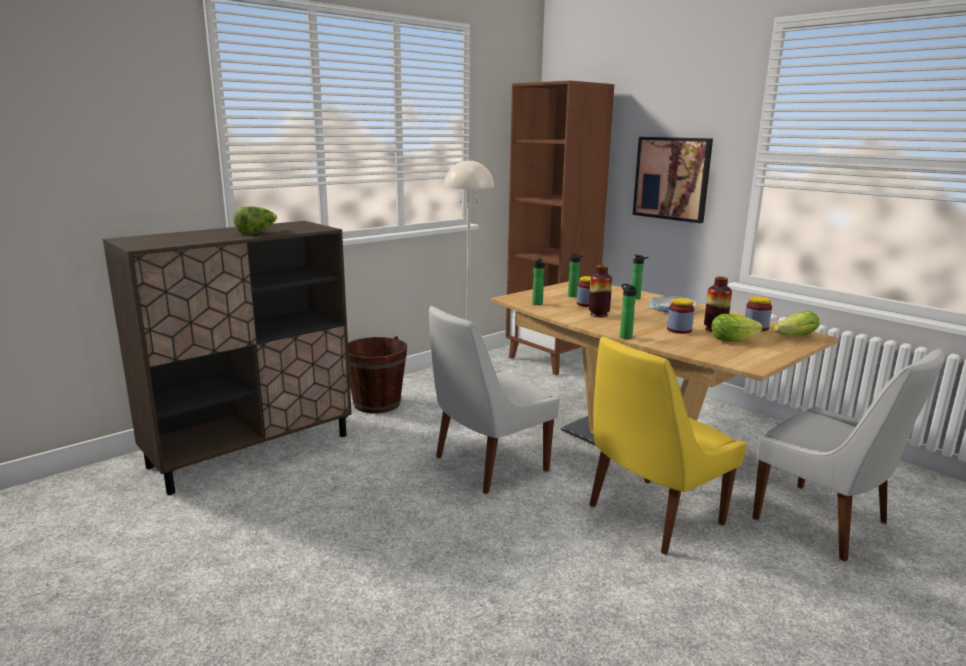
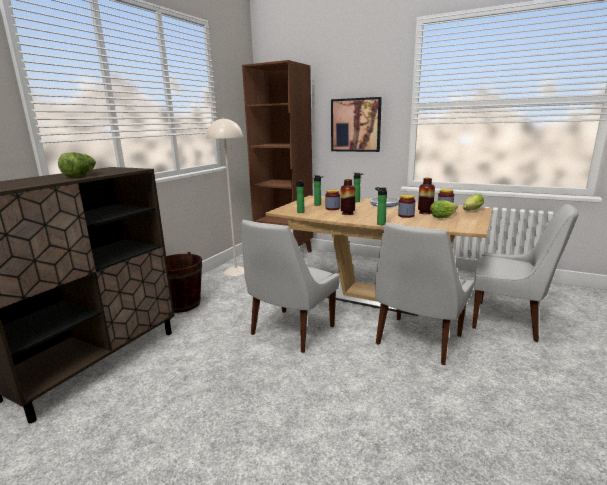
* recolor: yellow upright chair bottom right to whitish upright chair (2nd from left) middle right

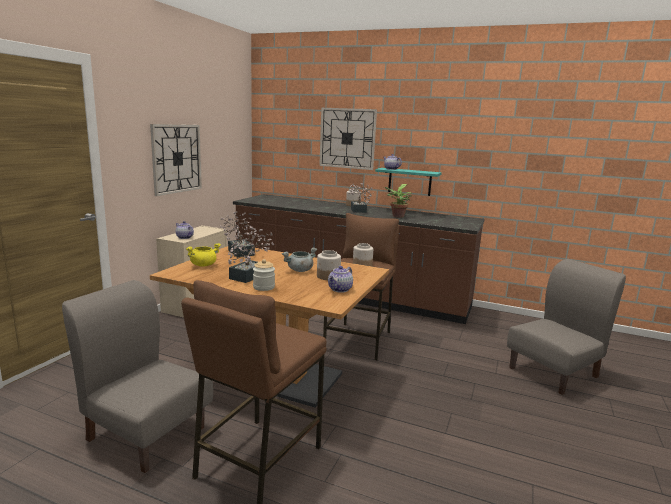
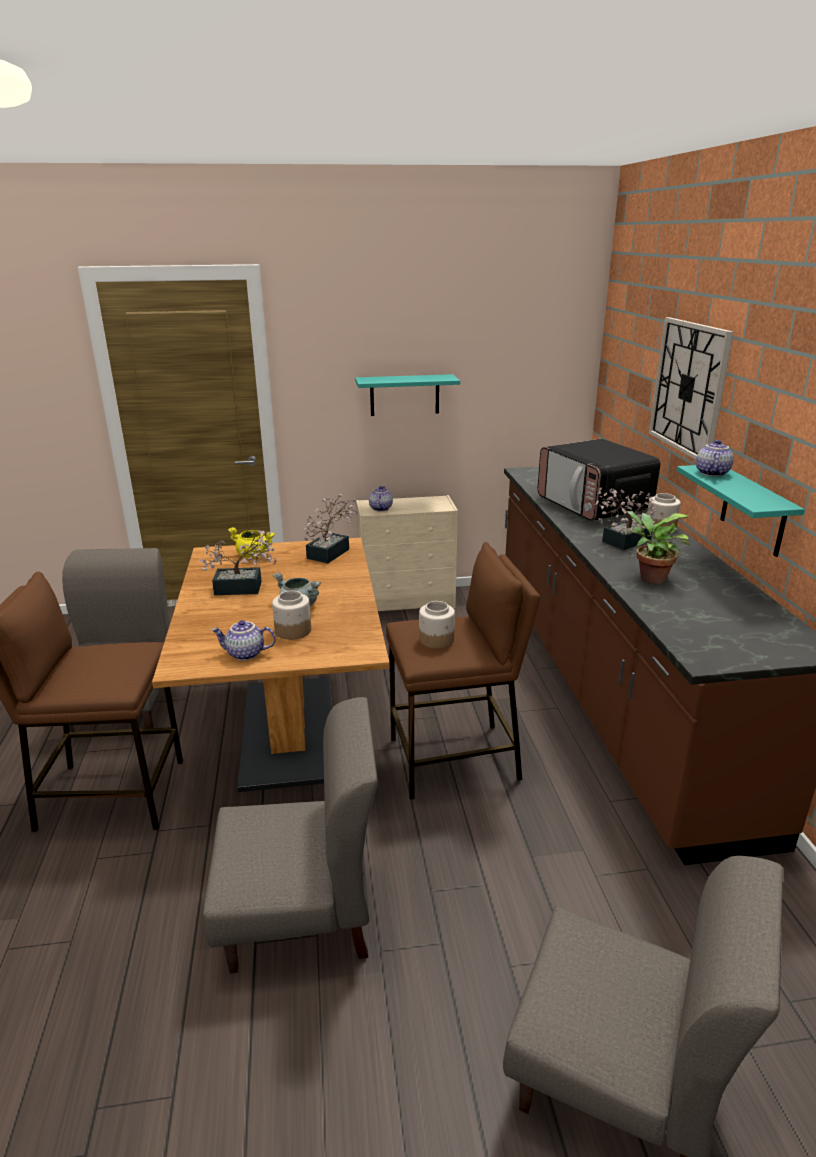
* insert: gray upright chair (2nd from left) bottom centre
* replace: wall clock (1st from left) top left to turquoise wall shelf (1st from left) centre
* insert: microwave middle right
* delete: storage jar (1st from left) centre

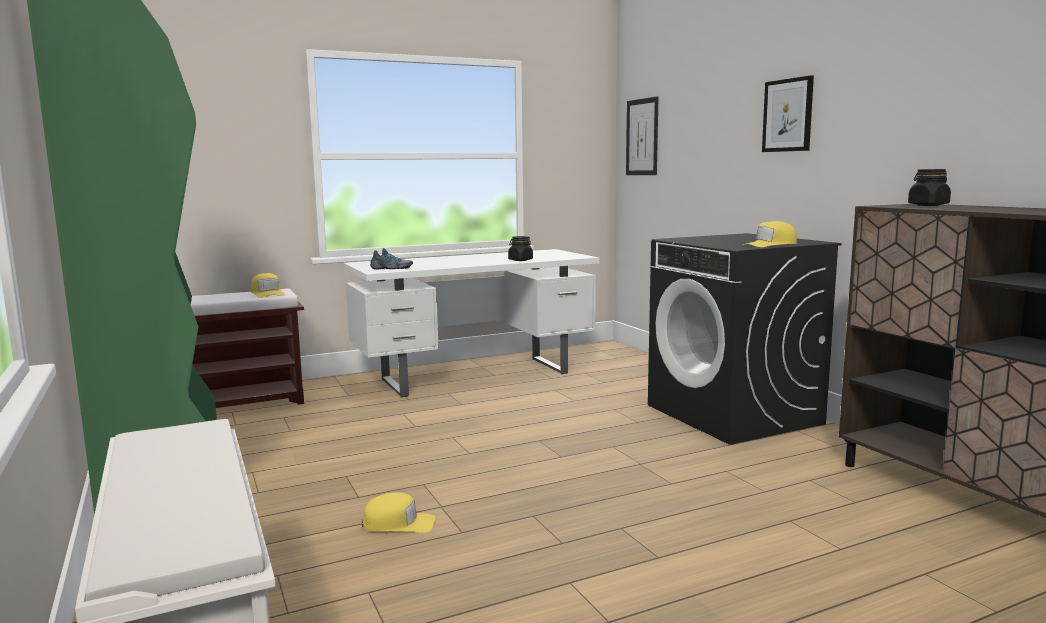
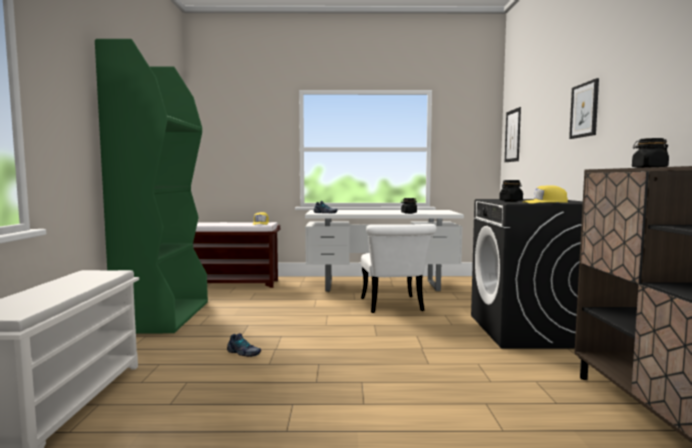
* replace: yellow peaked cap (2nd from left) bottom centre to shoe (1st from left) bottom centre
* insert: whitish upright chair centre
* insert: blackish storage jar (2nd from left) middle right

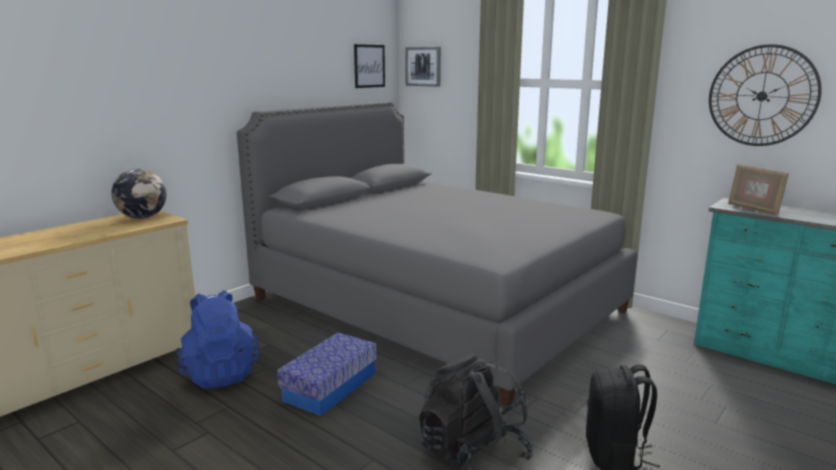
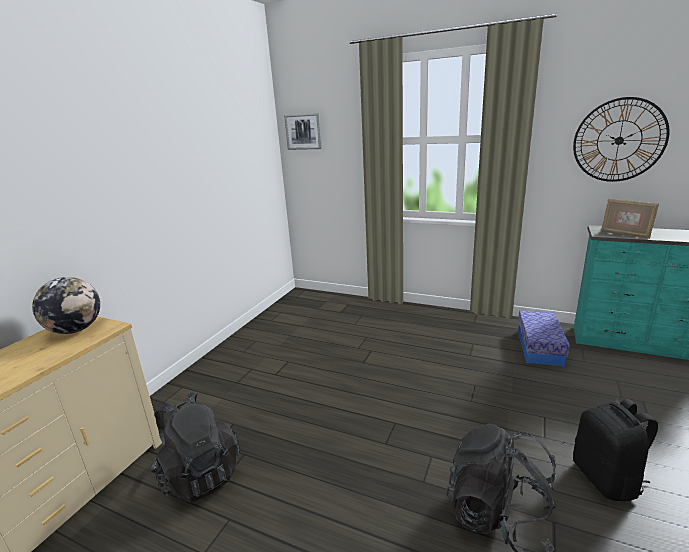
* recolor: blue knapsack bottom left to blackish knapsack (1st from left) bottom left
* move: storage container bottom centre to middle right
* delete: gray sleeping bed centre
* delete: wall picture (1st from left) top centre

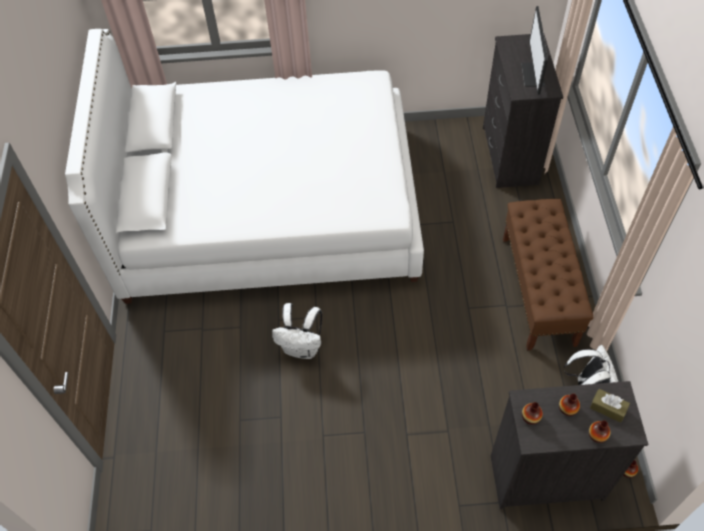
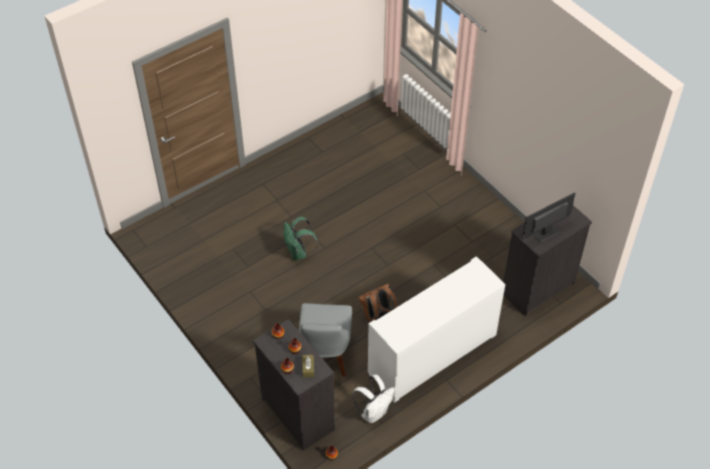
* recolor: whitish knapsack (1st from left) centre to greenish knapsack centre
* insert: gray upright chair bottom centre
* insert: brown-coloured knapsack centre
* replace: brown-coloured indoor bench middle right to whitish cabinet bottom centre
* delete: whitish sleeping bed top centre

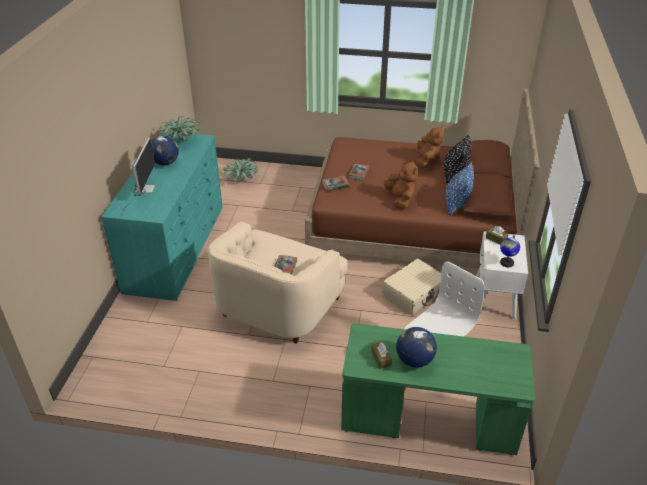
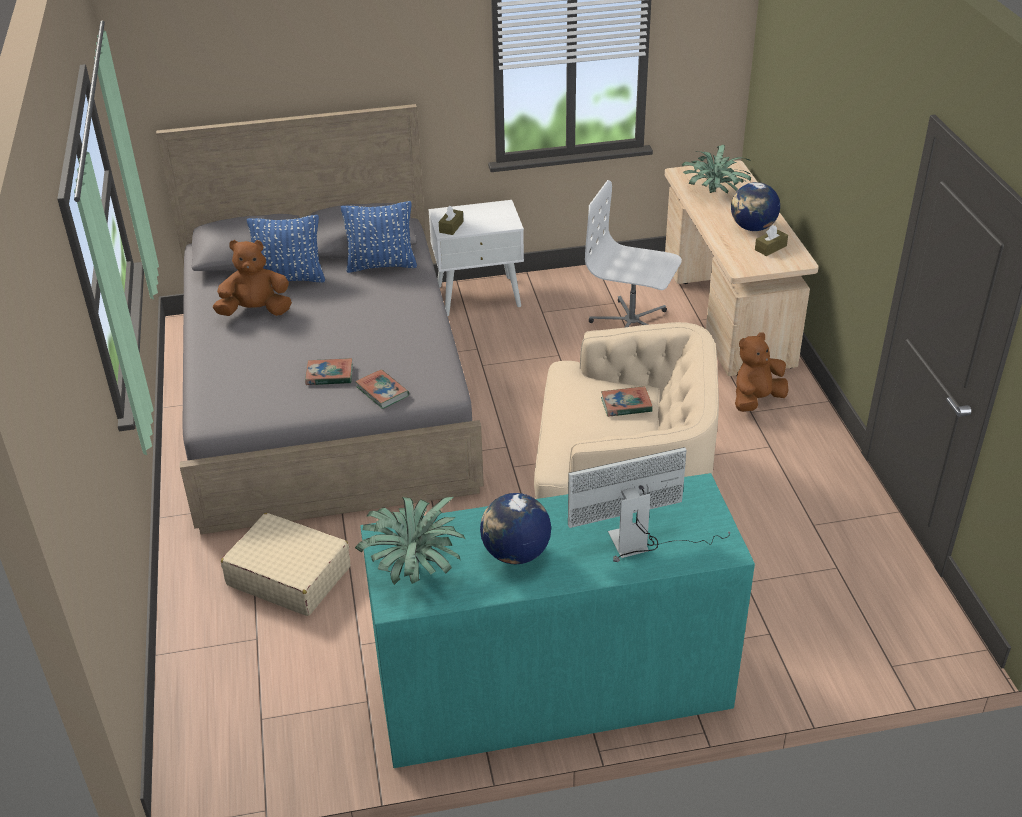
* recolor: brown-coloured sleeping bed centre to gray sleeping bed middle left
* move: beige piece of luggage centre to bottom left
* recolor: blackish throw pillow top right to blue throw pillow (1st from left) top left
* recolor: greenish desk table bottom right to beige desk table top right
* move: houseplant (2nd from left) centre to top right
* move: brown-coloured cuddly toy (1st from left in the first image) centre to brown-coloured cuddly toy (2nd from left) middle right
* delete: globe (3rd from left) middle right

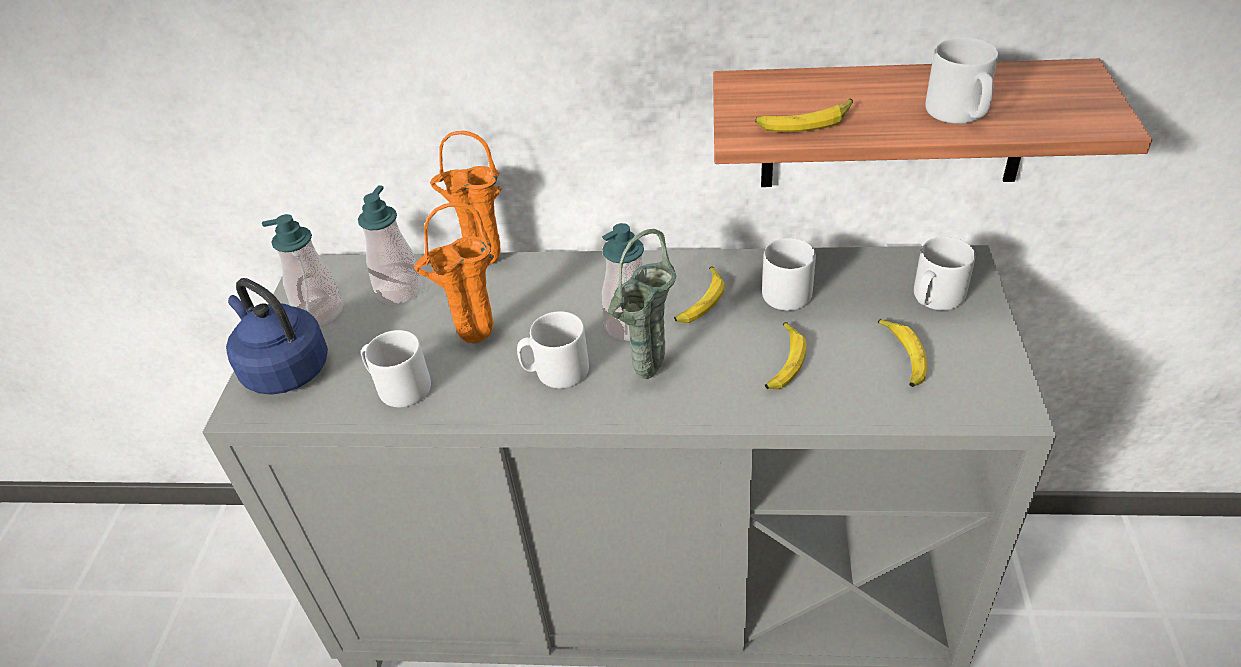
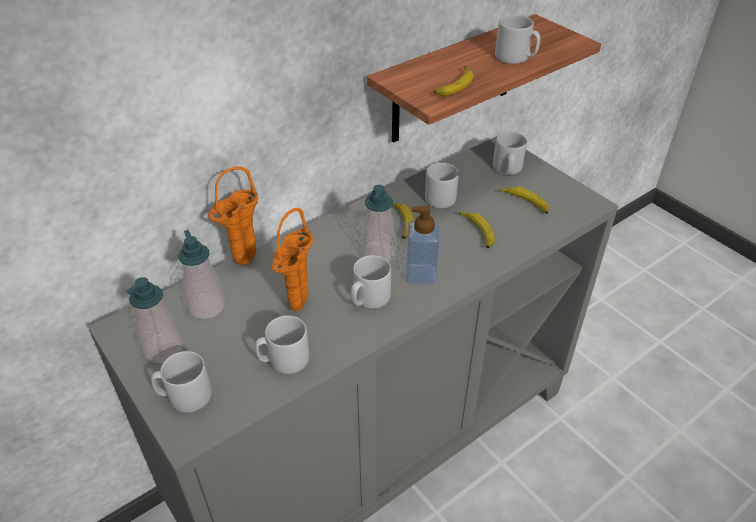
* replace: blue kettle middle left to gray mug (1st from left) bottom left
* replace: greenish flower vase centre to soap dispenser (4th from left) centre

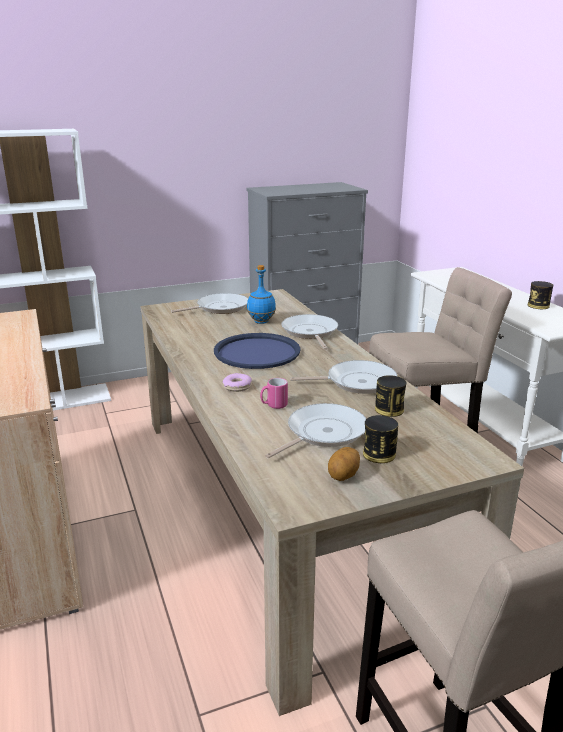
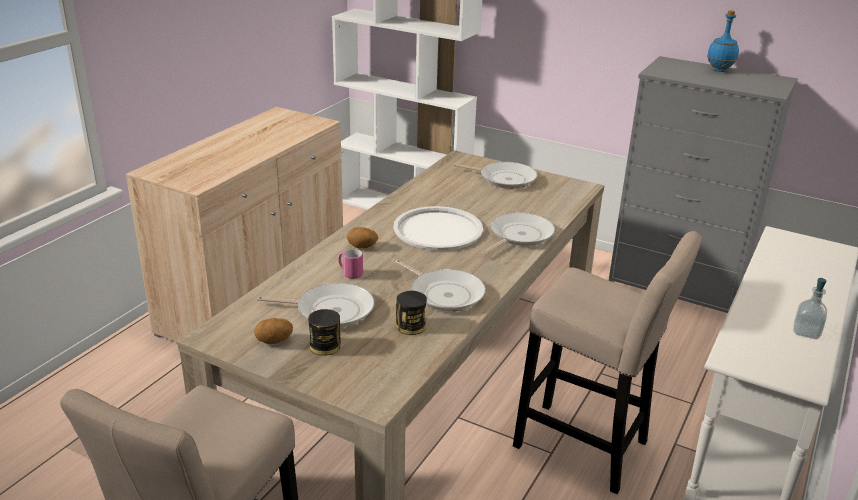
* replace: doughnut centre to spud (2nd from left) centre
* recolor: blue serving tray centre to whitish serving tray centre
* move: blue bottle centre to top right
* replace: metal can (3rd from left) middle right to soap dispenser middle right

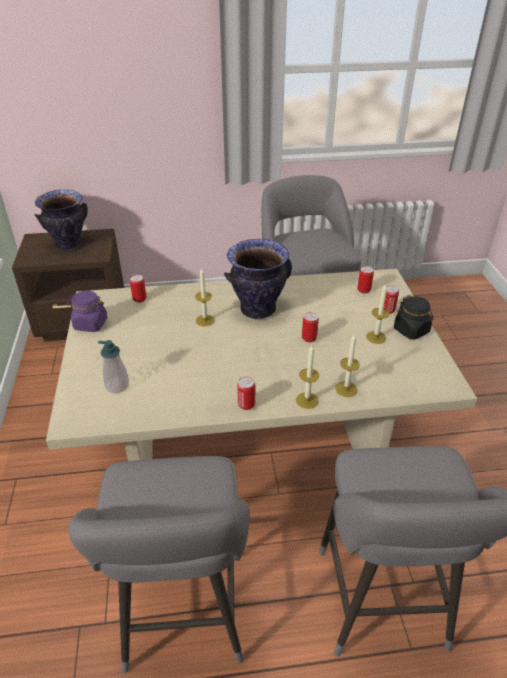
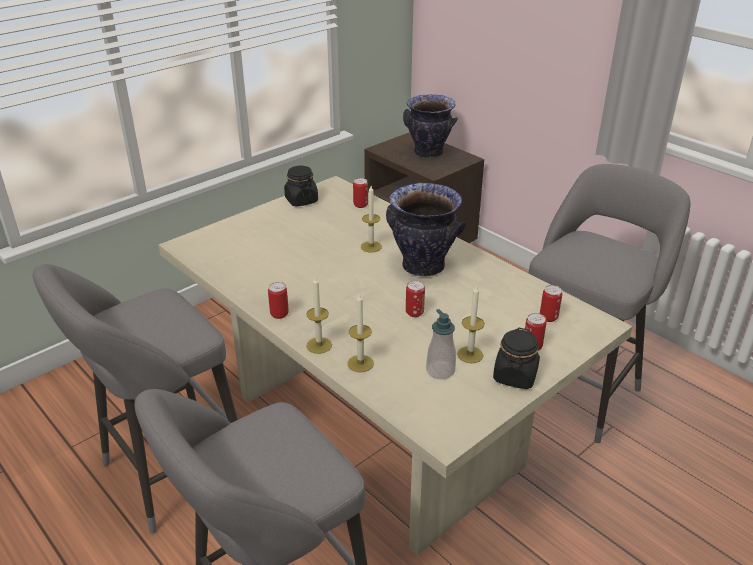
* recolor: purplish storage jar middle left to blackish storage jar (1st from left) top centre
* move: soap dispenser middle left to centre

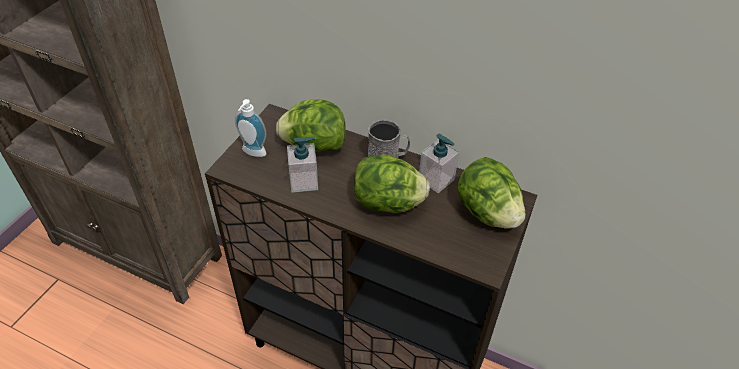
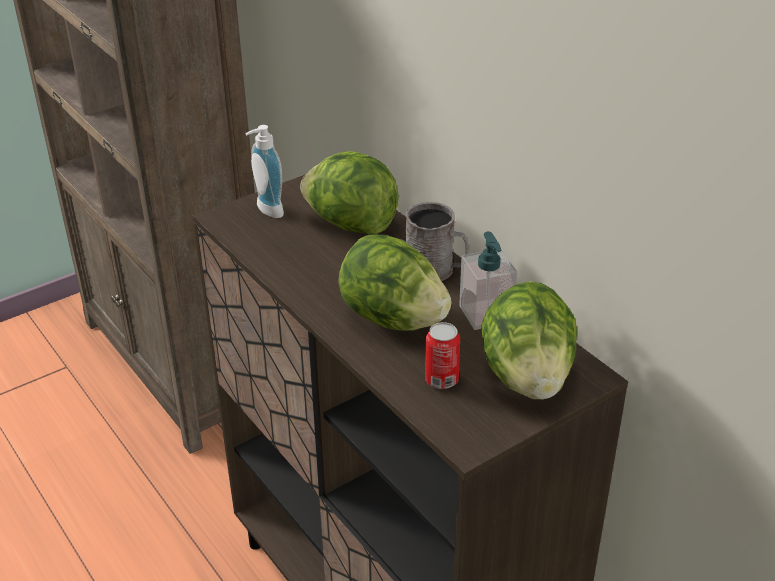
* insert: metal can centre
* delete: soap dispenser (2nd from left) centre

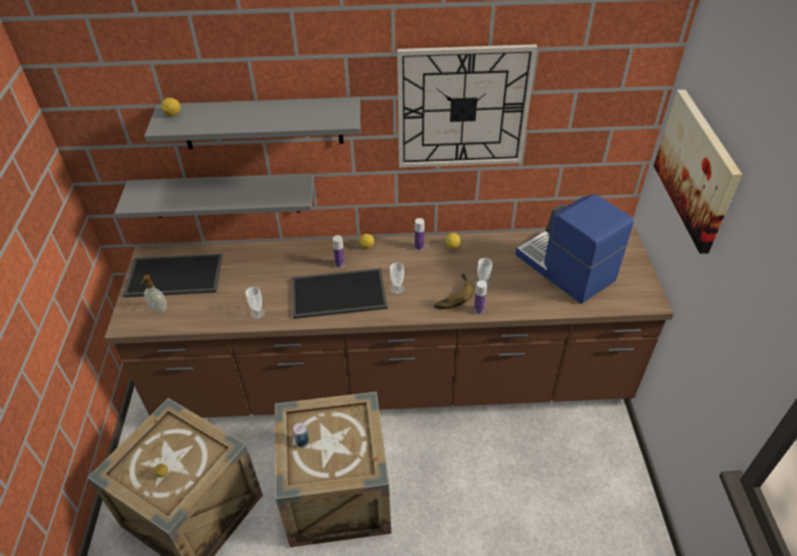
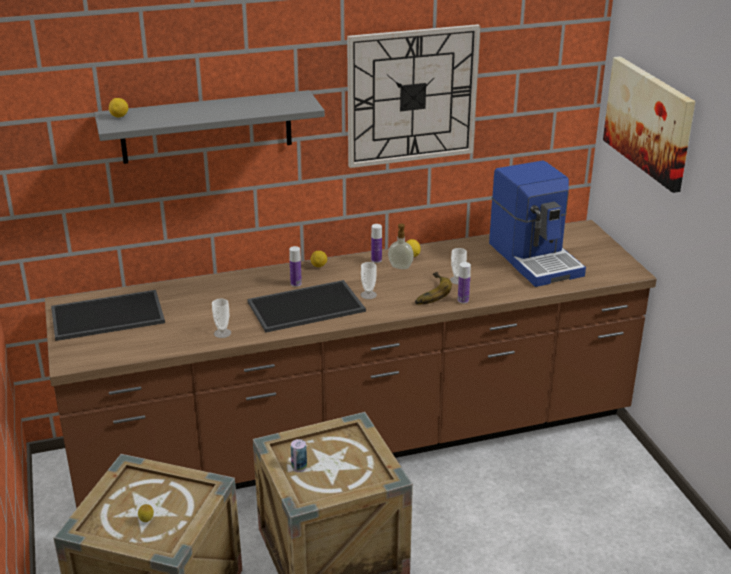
* move: soap dispenser middle left to centre
* rotate: coffee machine middle right = middle right 150 degrees counterclockwise
* delete: gray wall shelf (1st from left) middle left

